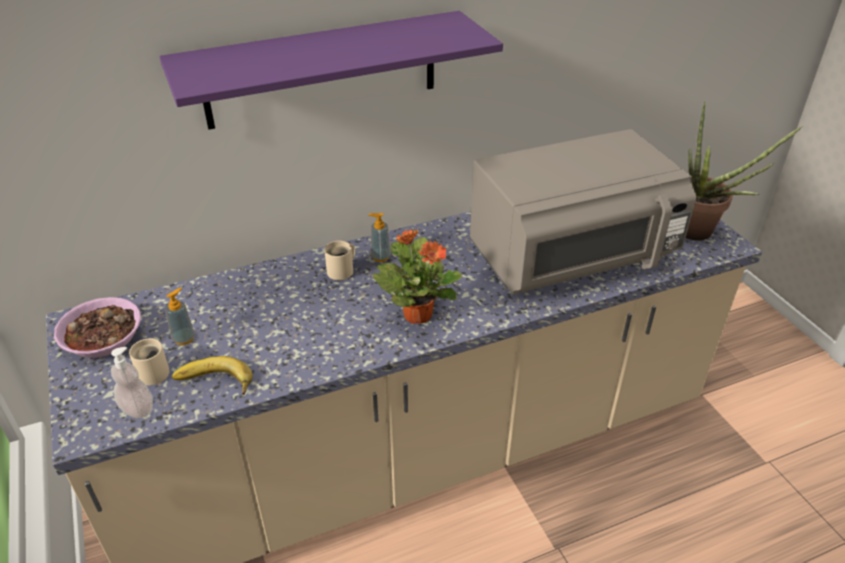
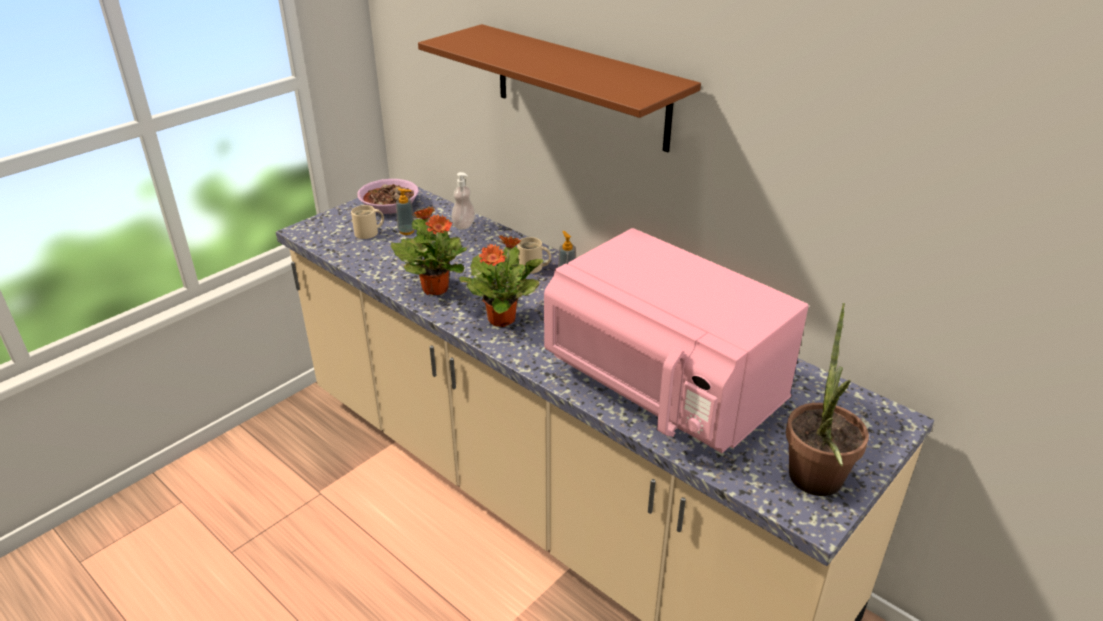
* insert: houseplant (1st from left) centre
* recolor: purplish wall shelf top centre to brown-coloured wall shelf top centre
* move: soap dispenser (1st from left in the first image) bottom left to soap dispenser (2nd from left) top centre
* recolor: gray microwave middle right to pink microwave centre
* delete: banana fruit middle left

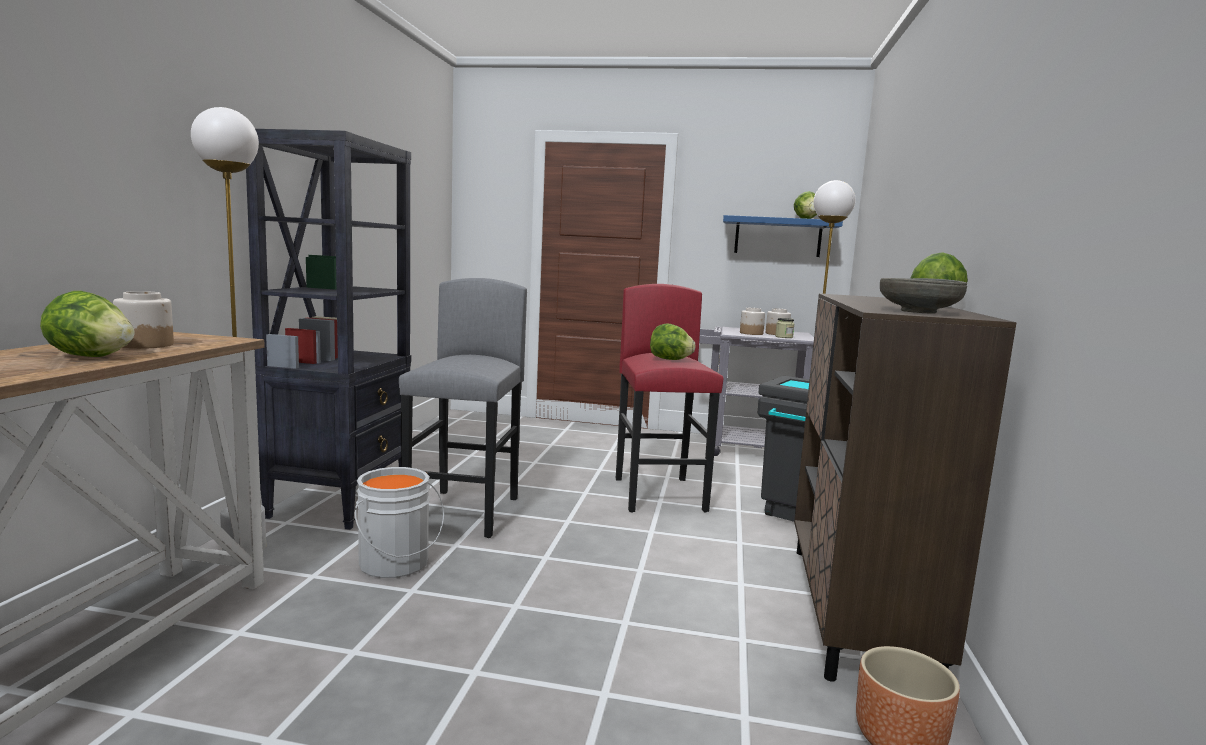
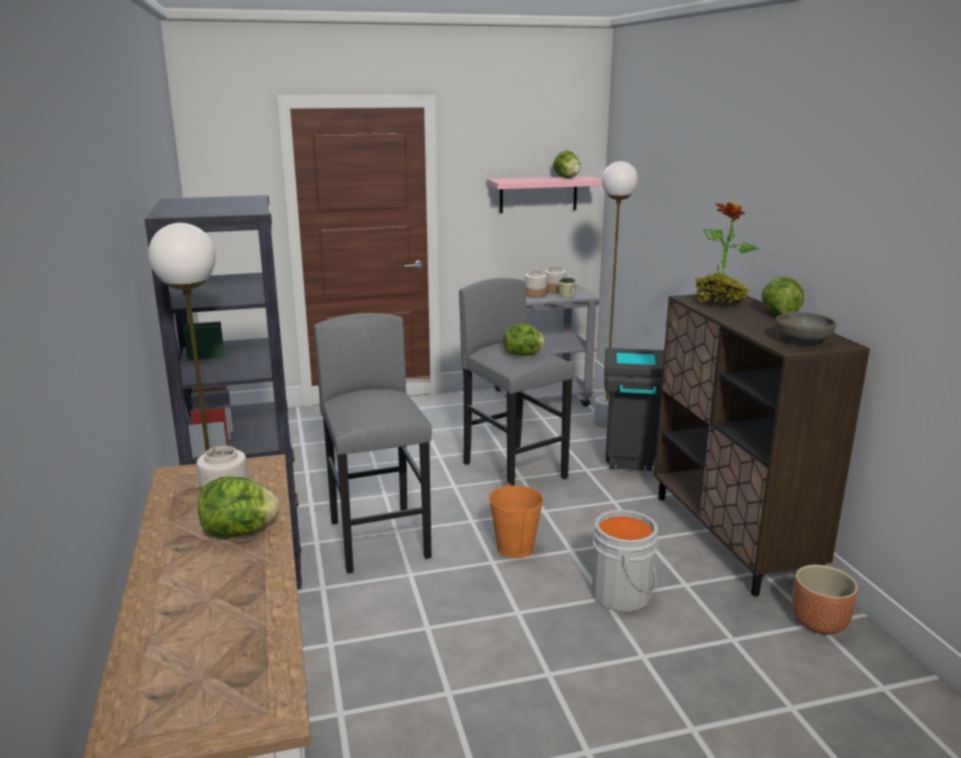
* recolor: red stool seat centre to gray stool seat (2nd from left) centre
* recolor: blue wall shelf top centre to pink wall shelf top centre
* insert: orange water bucket bottom centre
* move: gray water bucket bottom left to bottom centre
* insert: houseplant top right

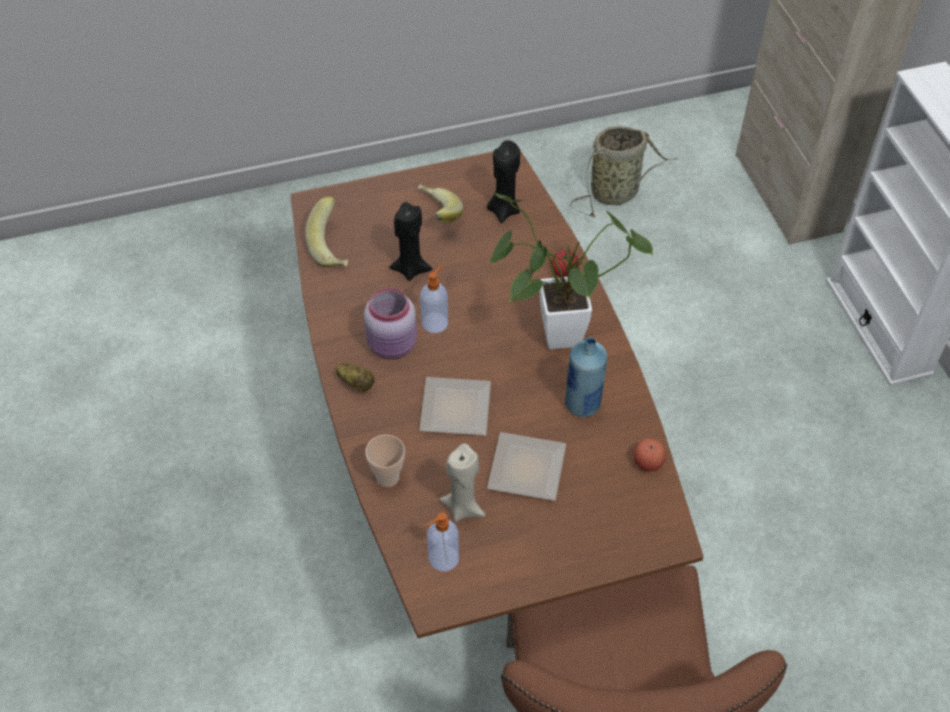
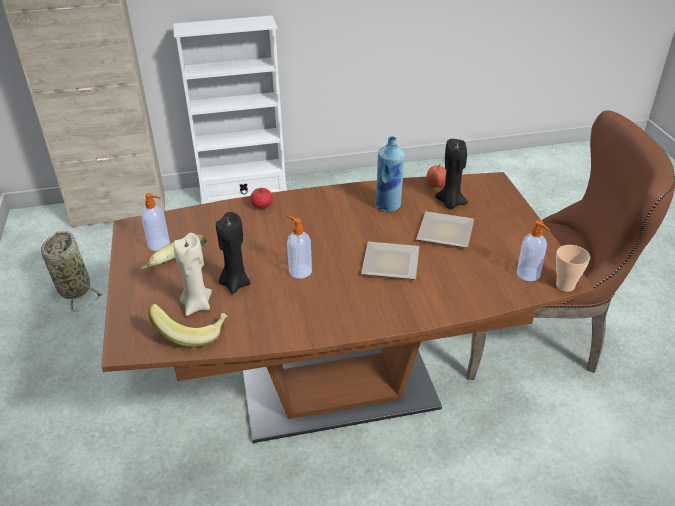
* insert: soap dispenser (1st from left) middle left
* move: beige wax light bottom centre to middle left
* move: blackish wax light (2nd from left) top centre to middle right
* move: drinking cup centre to middle right
* delete: spud centre
* delete: pink storage jar centre
* delete: houseplant centre

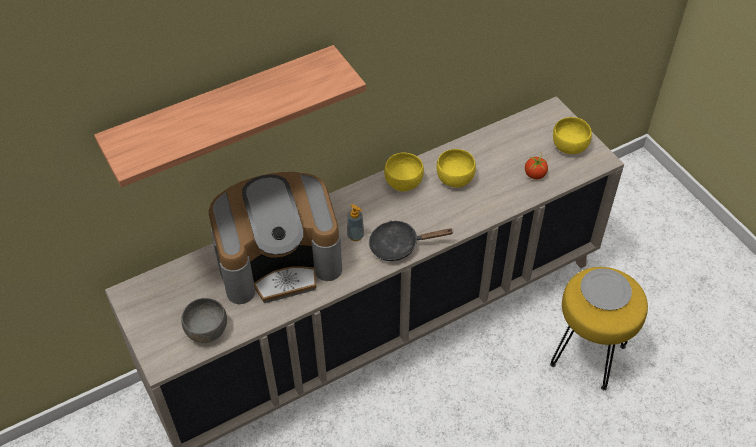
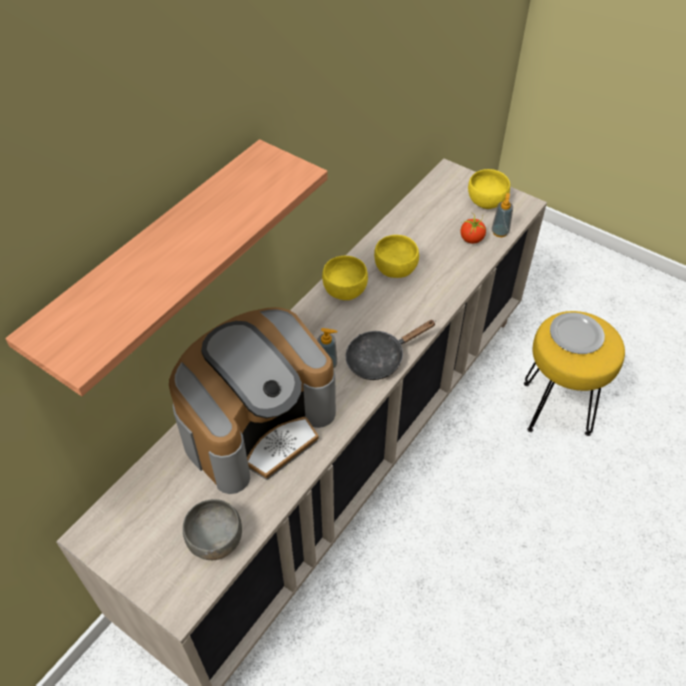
* insert: soap dispenser (2nd from left) top right

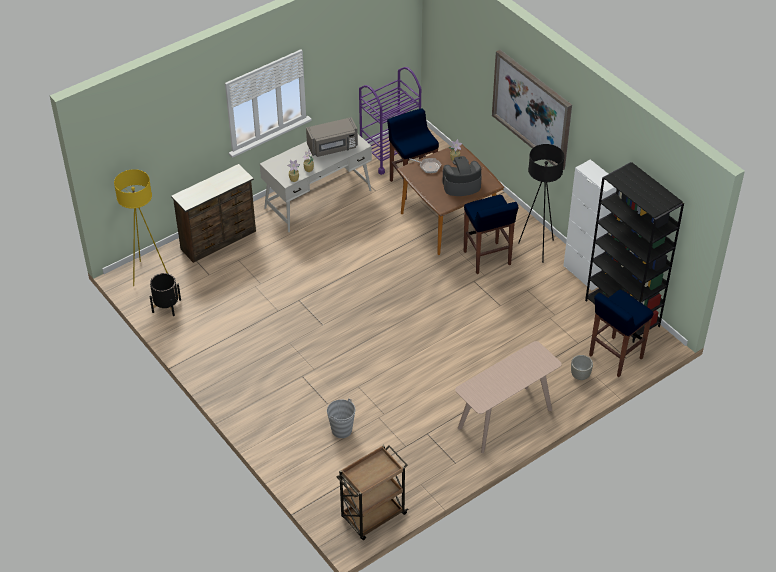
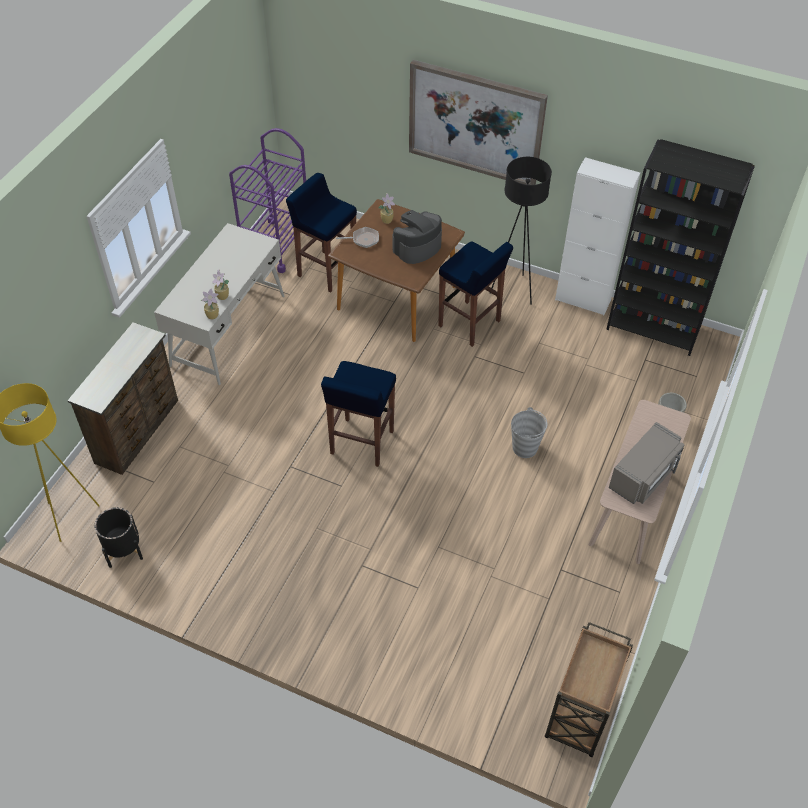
* move: blue stool seat (3rd from left in the first image) middle right to blue stool seat (2nd from left) centre
* move: gray water bucket bottom centre to centre
* move: gray microwave top centre to middle right

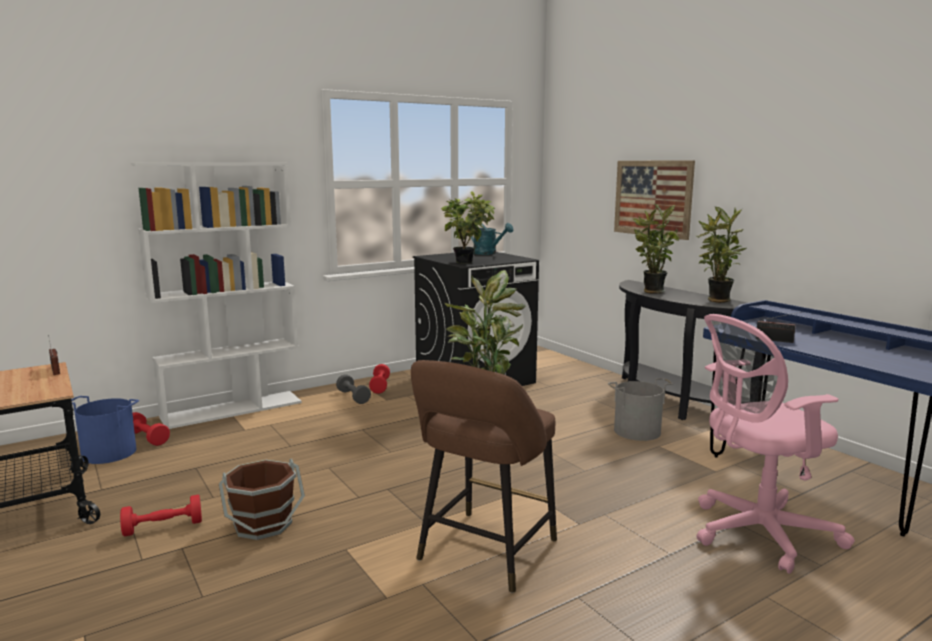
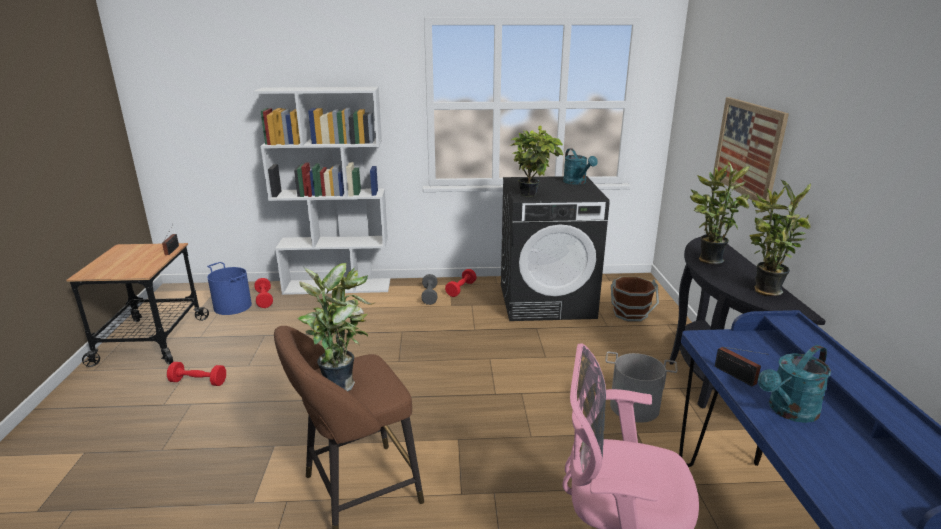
* move: brown-coloured water bucket bottom left to middle right
* insert: turquoise sprinkling can (2nd from left) bottom right

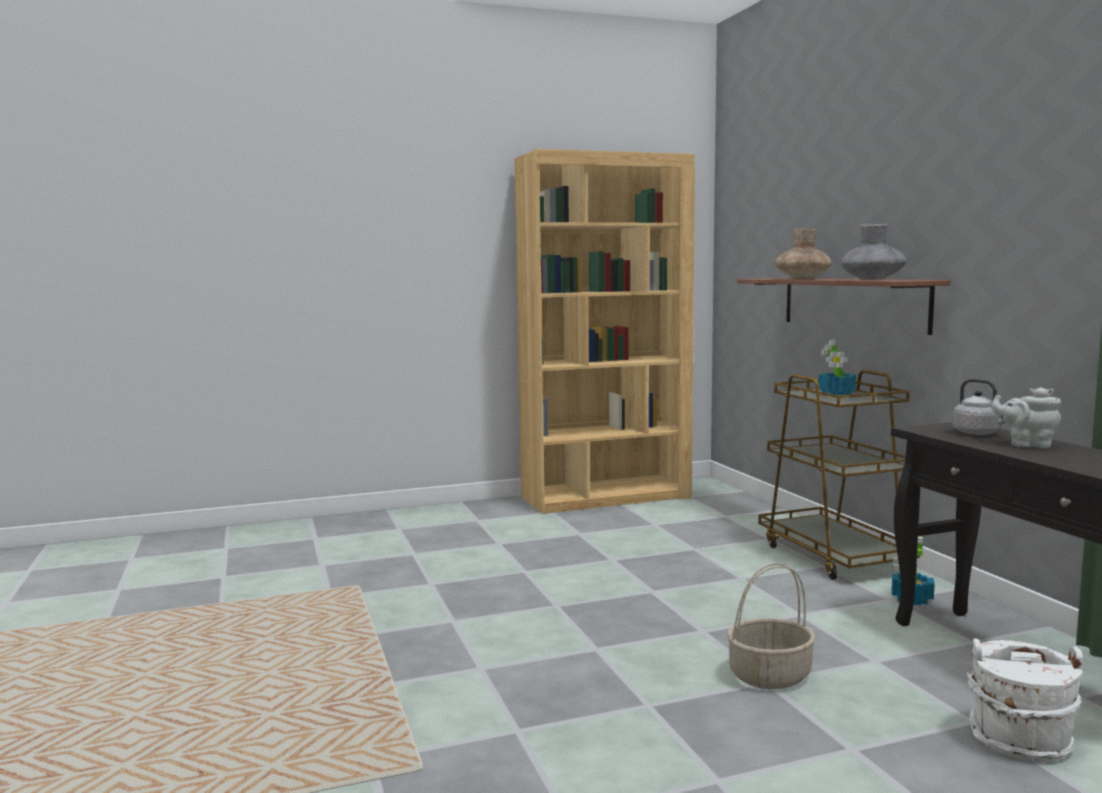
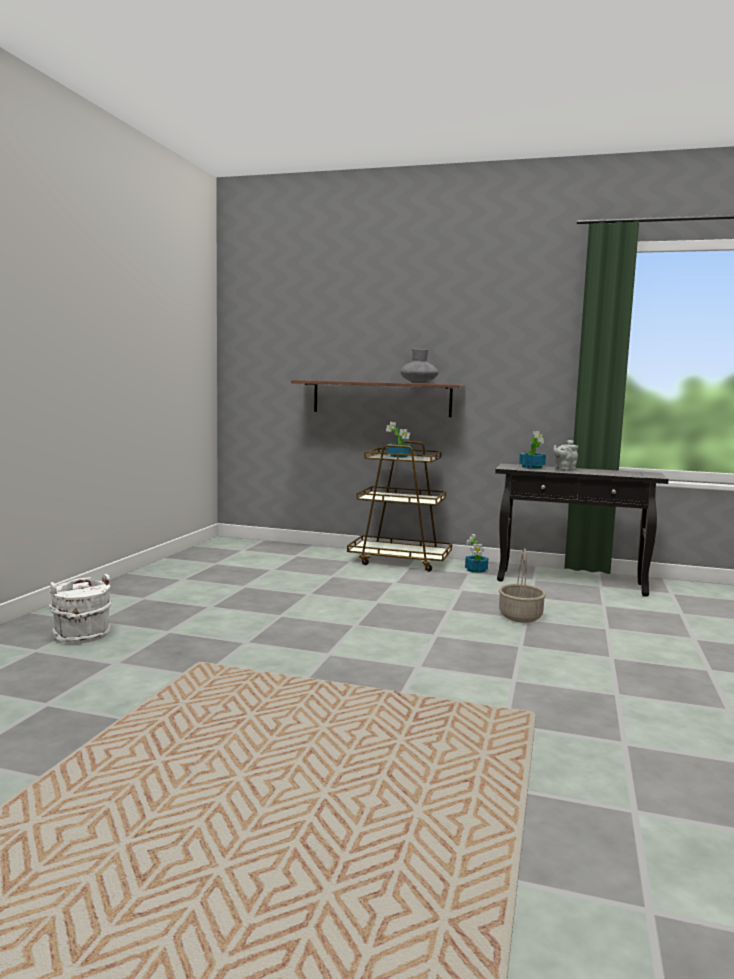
* move: whitish water bucket bottom right to middle left
* replace: gray kettle middle right to houseplant (3rd from left) middle right
* delete: brown-coloured shelving unit centre
* delete: brown-coloured flower vase top right

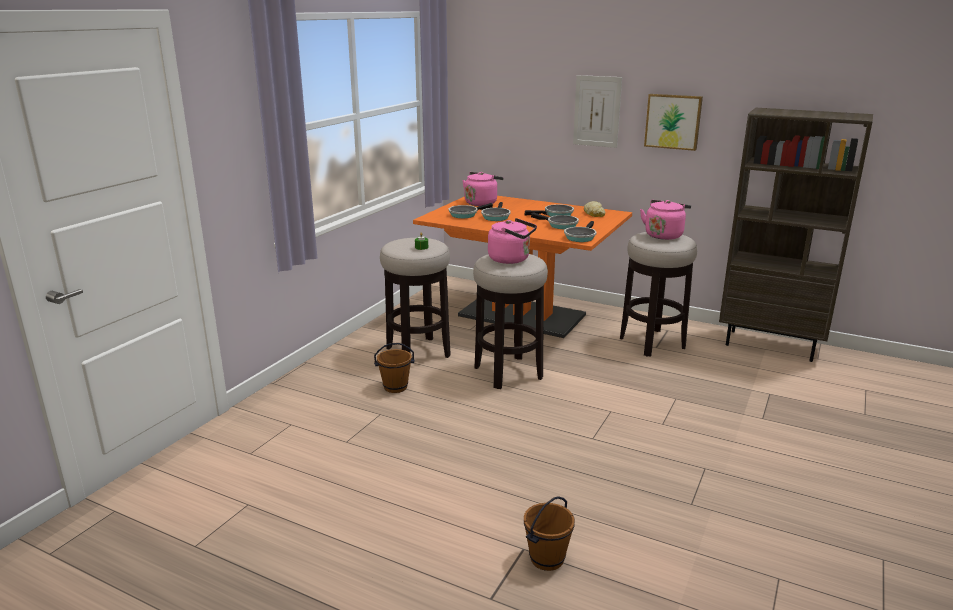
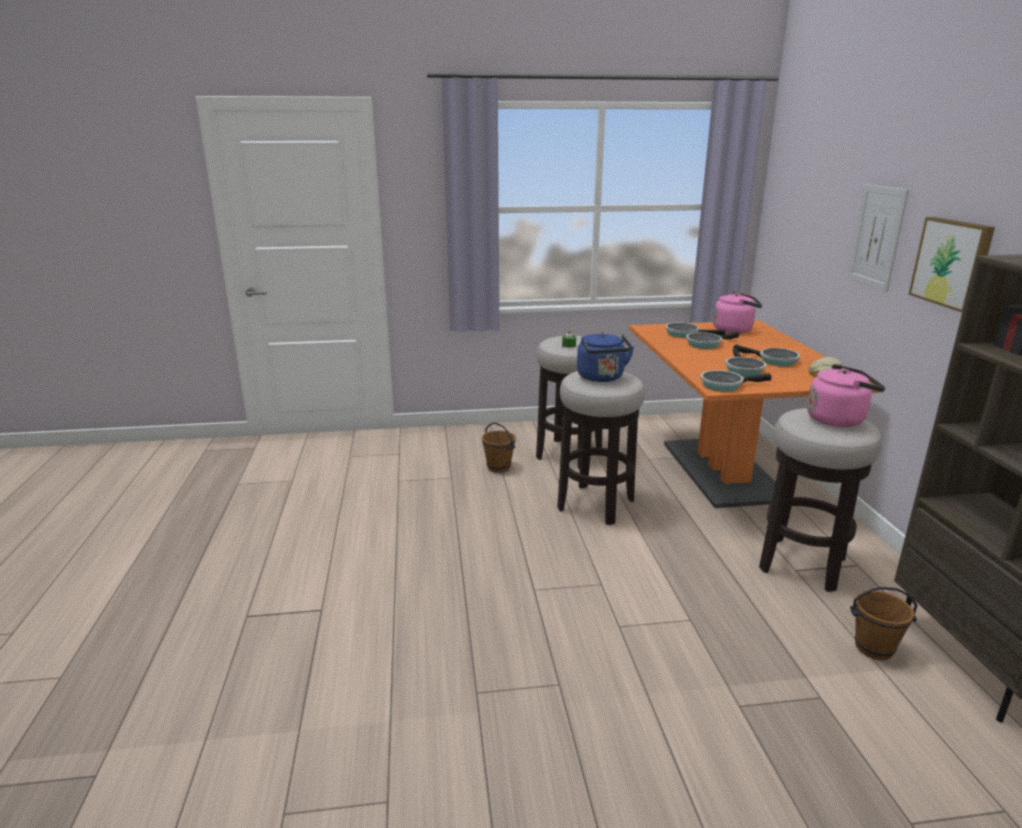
* recolor: pink kettle (2nd from left) centre to blue kettle centre
* move: brown-coloured water bucket (2nd from left) bottom centre to bottom right

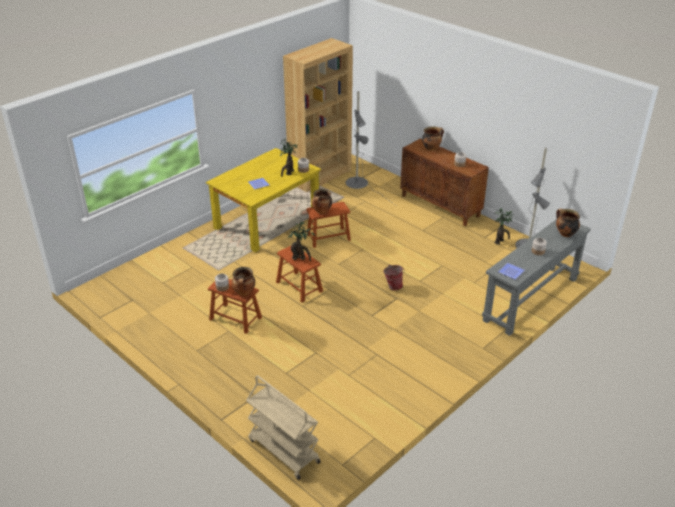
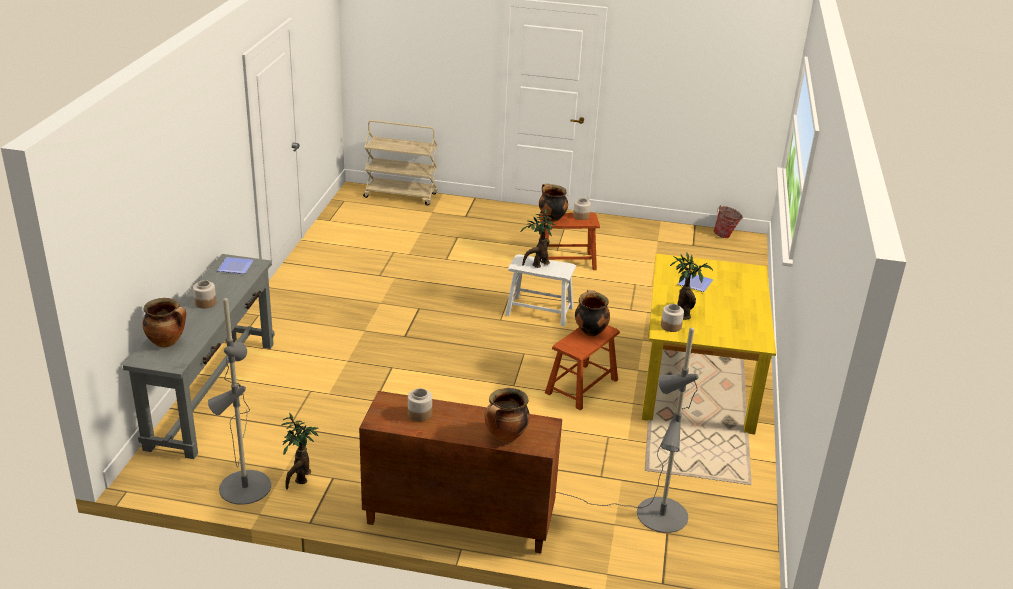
* recolor: brown-coloured stool seat (2nd from left) centre to whitish stool seat centre
* move: water bucket centre to middle right
* delete: brown-coloured shelving unit top centre

